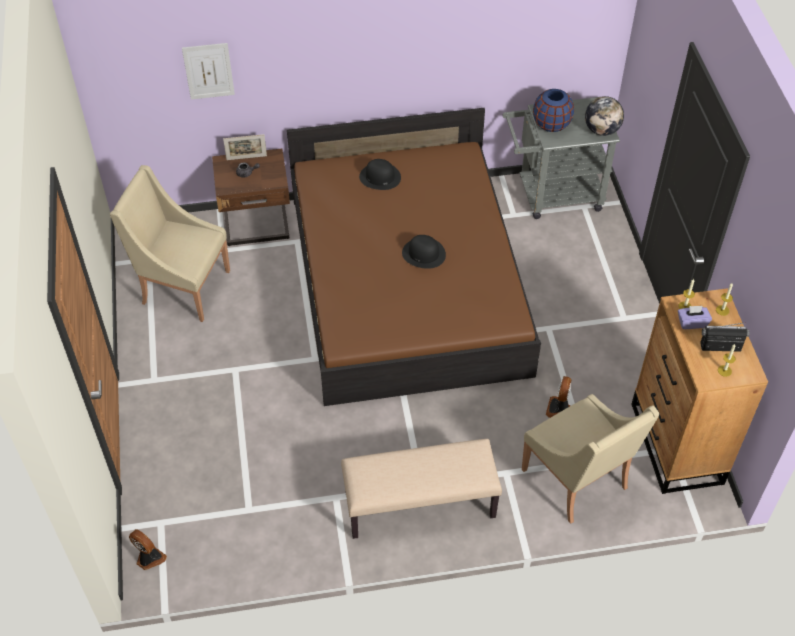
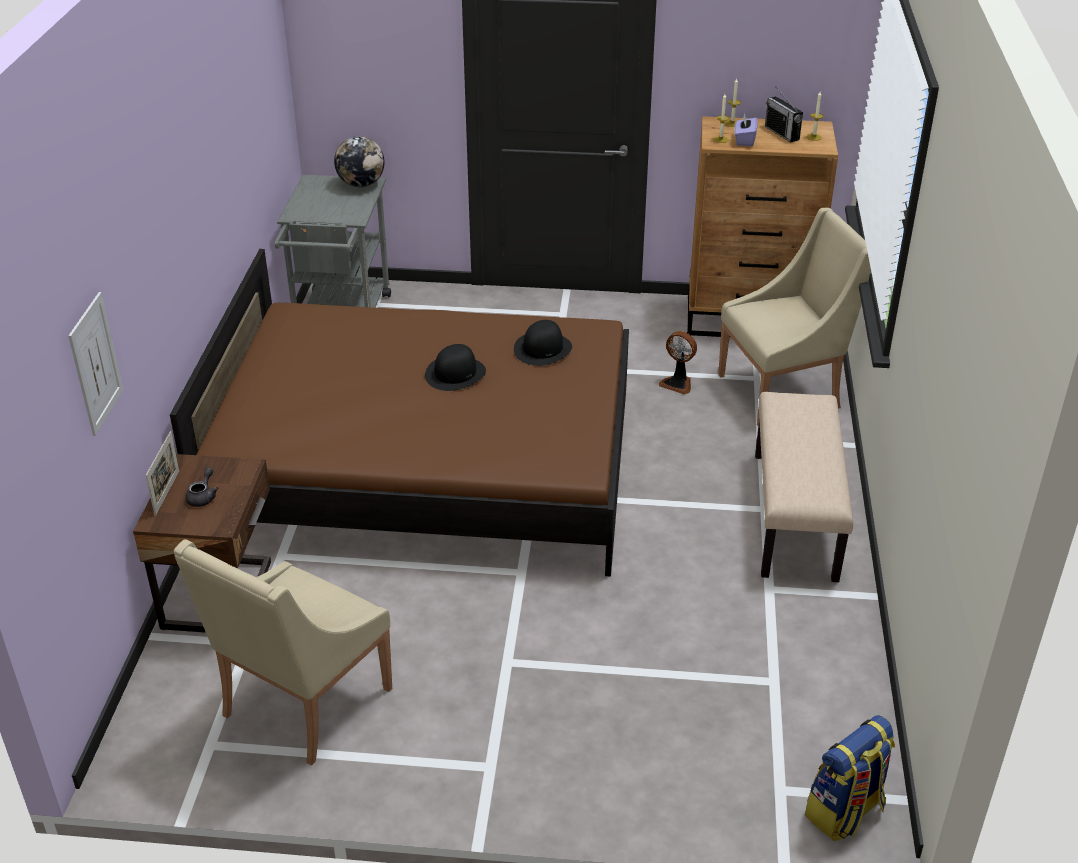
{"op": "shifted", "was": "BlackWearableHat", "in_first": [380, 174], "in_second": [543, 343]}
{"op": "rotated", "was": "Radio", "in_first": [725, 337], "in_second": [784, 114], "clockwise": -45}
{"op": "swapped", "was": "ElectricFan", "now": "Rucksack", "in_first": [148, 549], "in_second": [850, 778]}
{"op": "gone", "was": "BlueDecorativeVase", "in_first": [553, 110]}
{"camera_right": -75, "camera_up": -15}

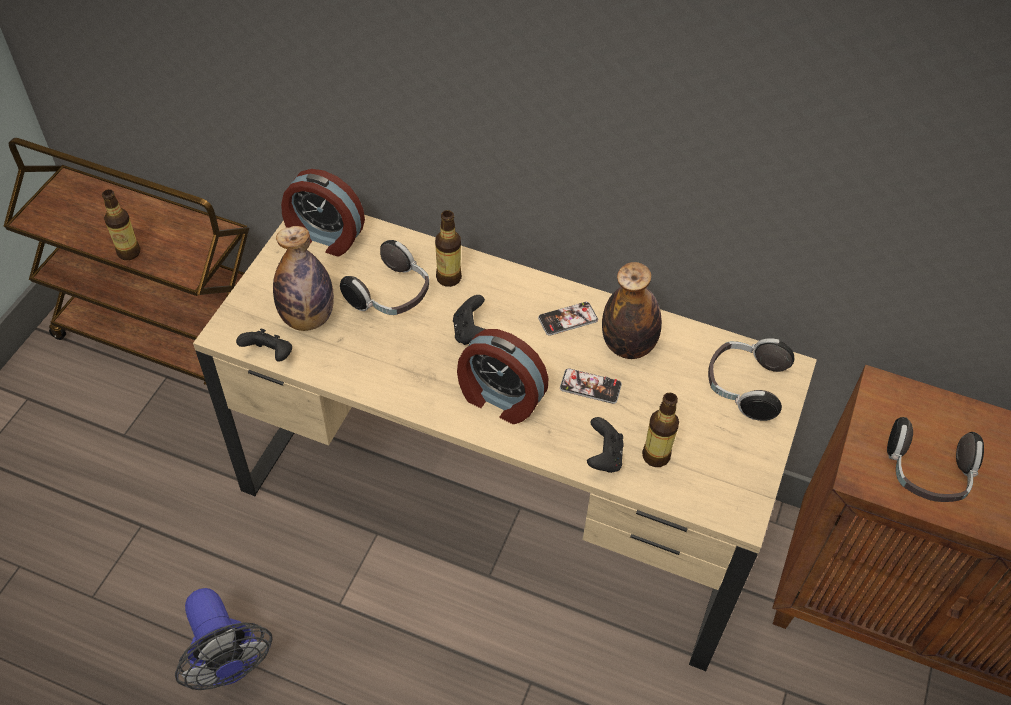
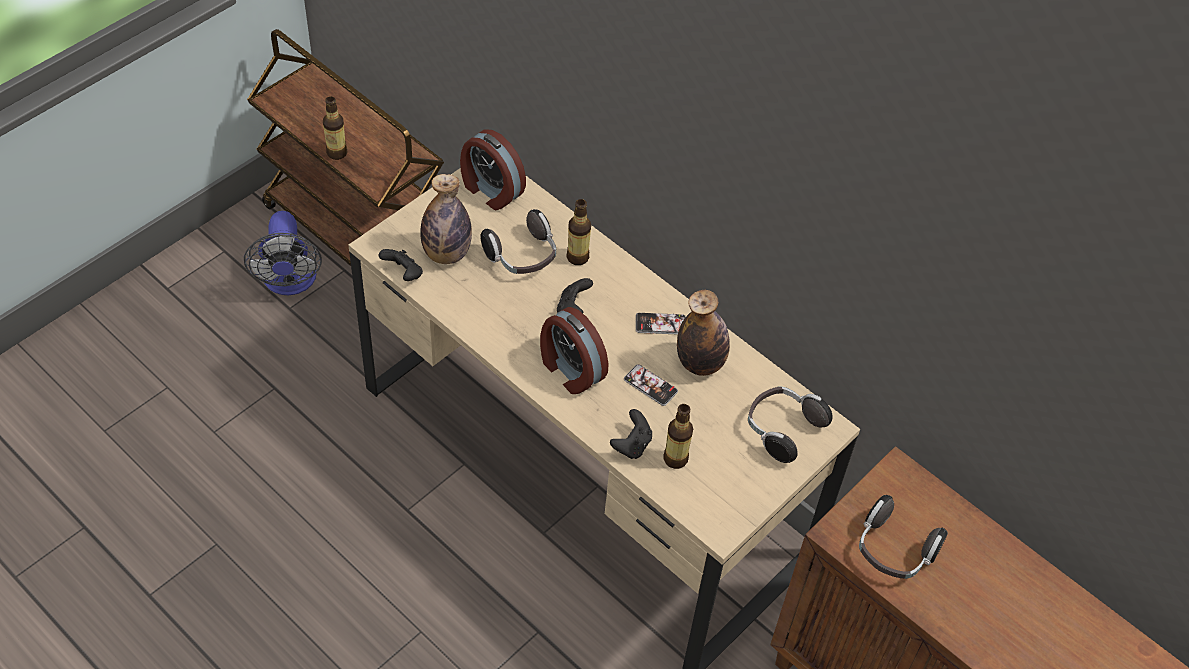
{"op": "shifted", "was": "ElectricFan", "in_first": [224, 639], "in_second": [283, 253]}
{"camera_right": 20, "camera_up": 0}

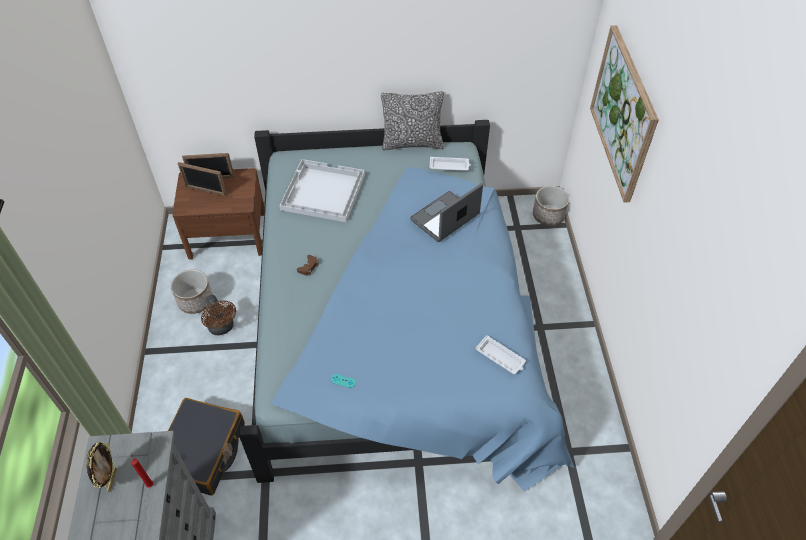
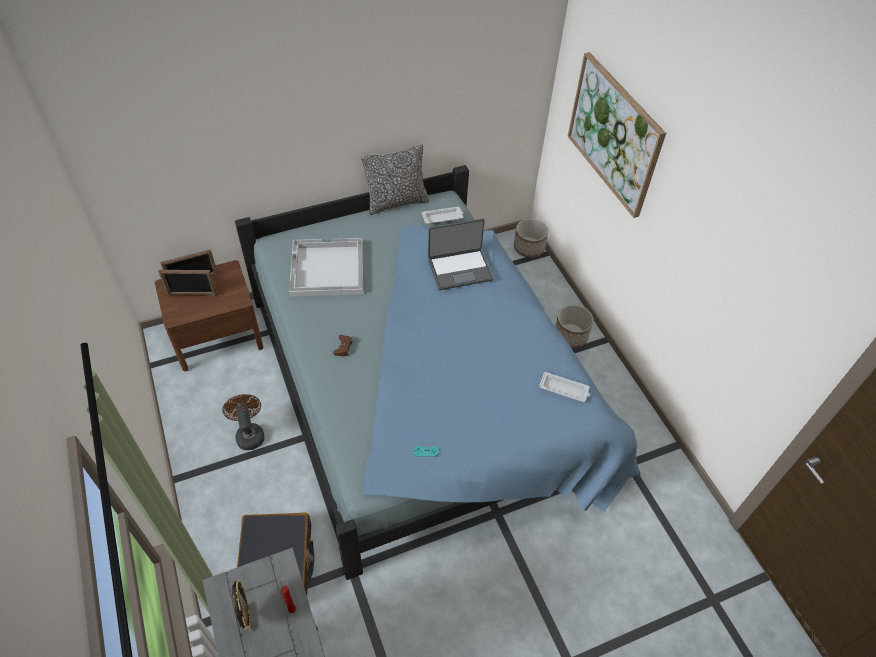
{"op": "rotated", "was": "BrownishElectricFan", "in_first": [218, 315], "in_second": [243, 422], "clockwise": -150}
{"op": "rotated", "was": "PortableComputer", "in_first": [446, 212], "in_second": [460, 254], "clockwise": -135}
{"op": "shifted", "was": "PlantPot", "in_first": [192, 291], "in_second": [574, 326]}
{"camera_right": -20, "camera_up": 0}

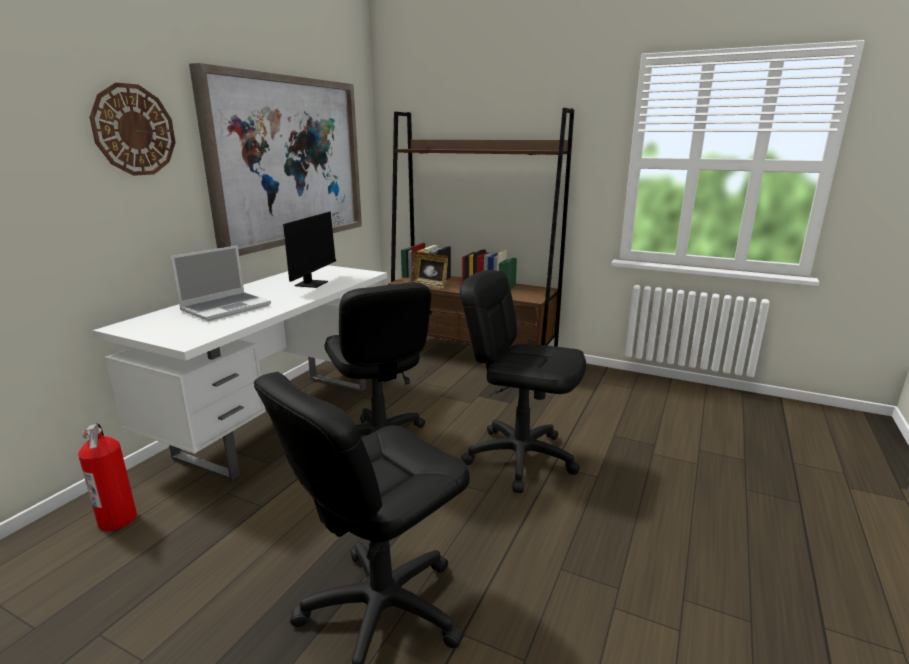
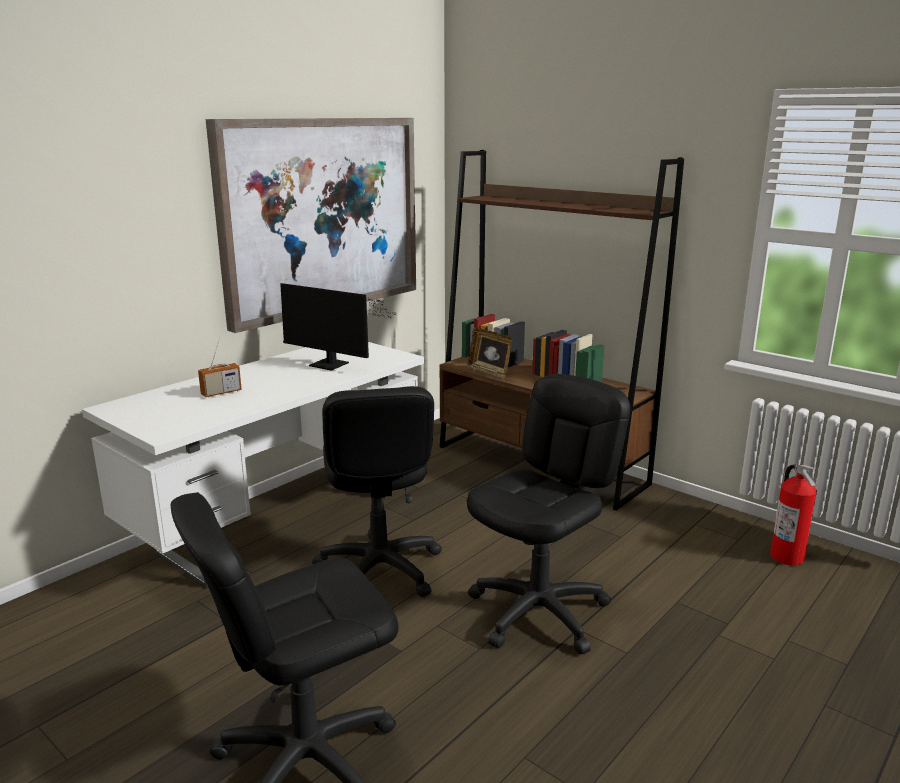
{"op": "swapped", "was": "PortableComputer", "now": "Radio", "in_first": [221, 283], "in_second": [220, 367]}
{"op": "rotated", "was": "ComputerDisplay", "in_first": [313, 249], "in_second": [338, 327], "clockwise": 90}
{"op": "rotated", "was": "BlackDeskChair", "in_first": [523, 381], "in_second": [549, 514], "clockwise": 90}
{"op": "shifted", "was": "Extinguisher", "in_first": [107, 477], "in_second": [793, 515]}
{"op": "gone", "was": "ClockOnTheWall", "in_first": [132, 129]}
{"camera_right": 15, "camera_up": 0}

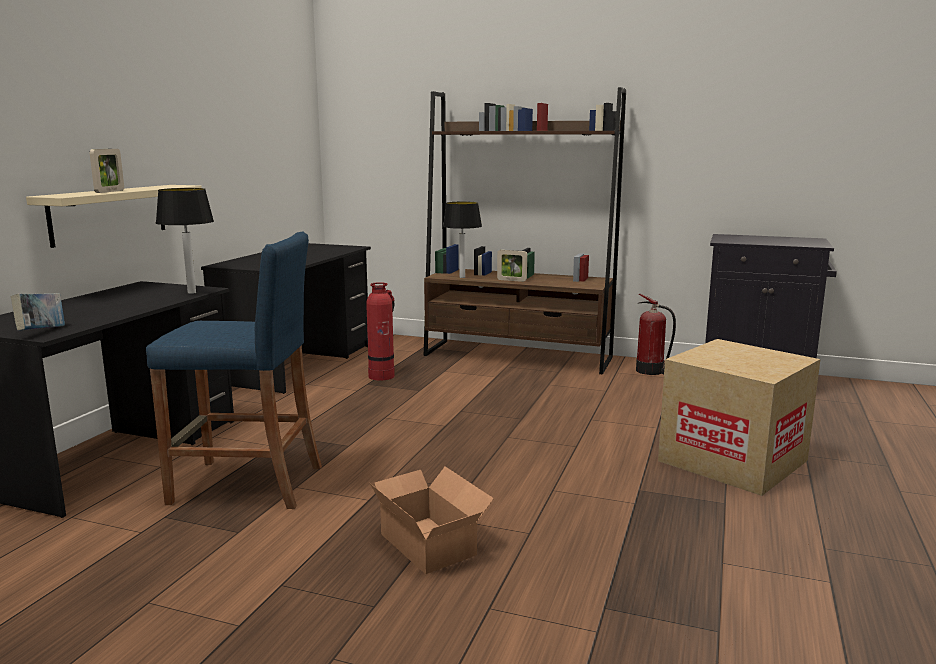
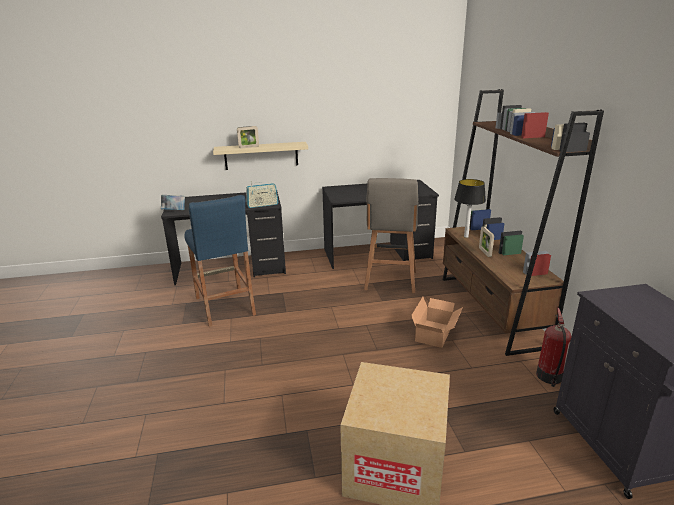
{"op": "swapped", "was": "TableLamp", "now": "Radio", "in_first": [185, 241], "in_second": [262, 194]}
{"op": "swapped", "was": "Extinguisher", "now": "GrayStool", "in_first": [380, 331], "in_second": [391, 235]}
{"op": "shifted", "was": "Carton", "in_first": [432, 520], "in_second": [437, 322]}
{"camera_right": 60, "camera_up": 10}

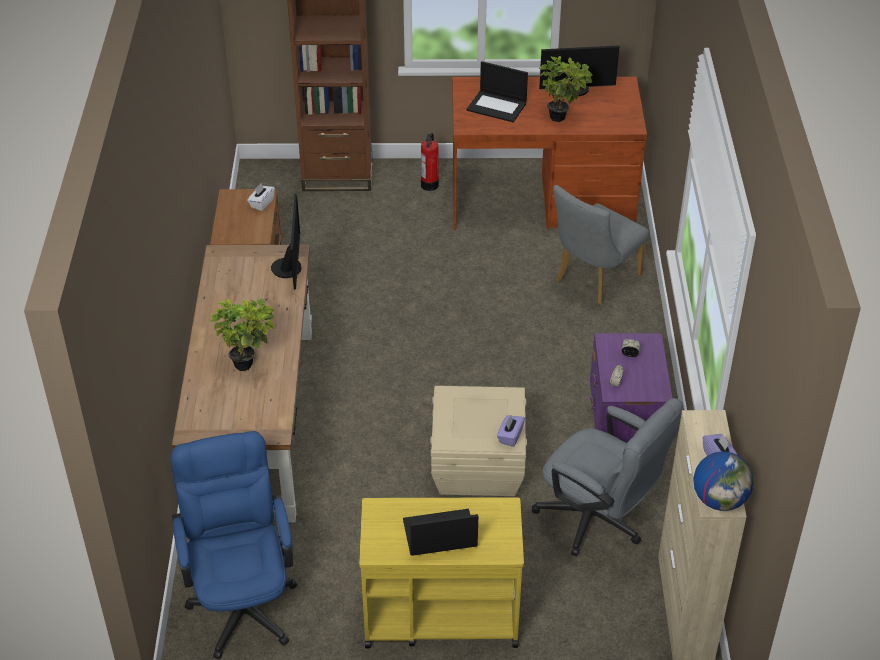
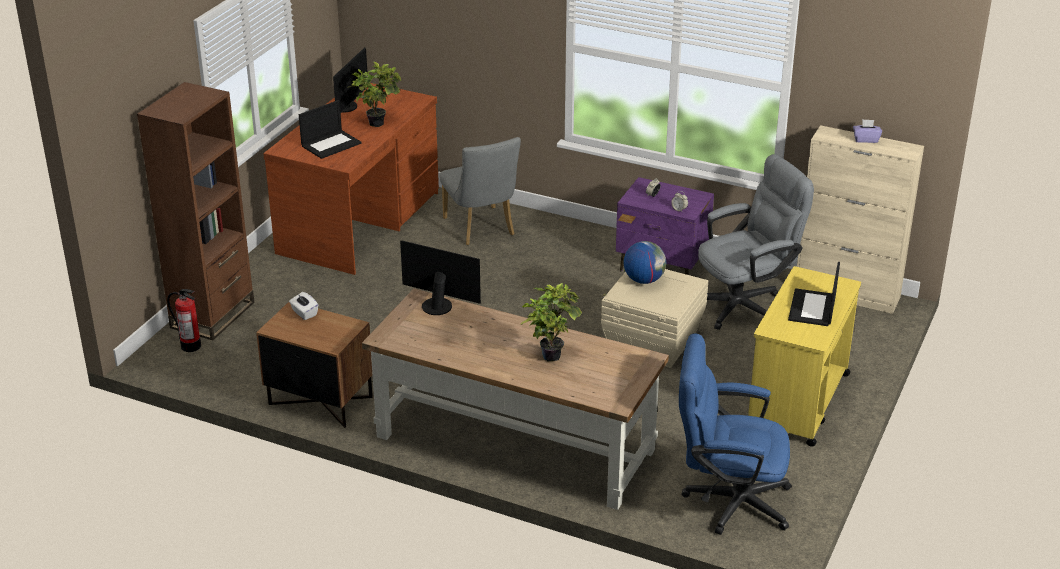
{"op": "shifted", "was": "Extinguisher", "in_first": [430, 162], "in_second": [184, 320]}
{"op": "shifted", "was": "WorldGlobe", "in_first": [723, 481], "in_second": [645, 262]}
{"op": "gone", "was": "PurpleTissueBox", "in_first": [511, 431]}
{"camera_right": -65, "camera_up": -10}

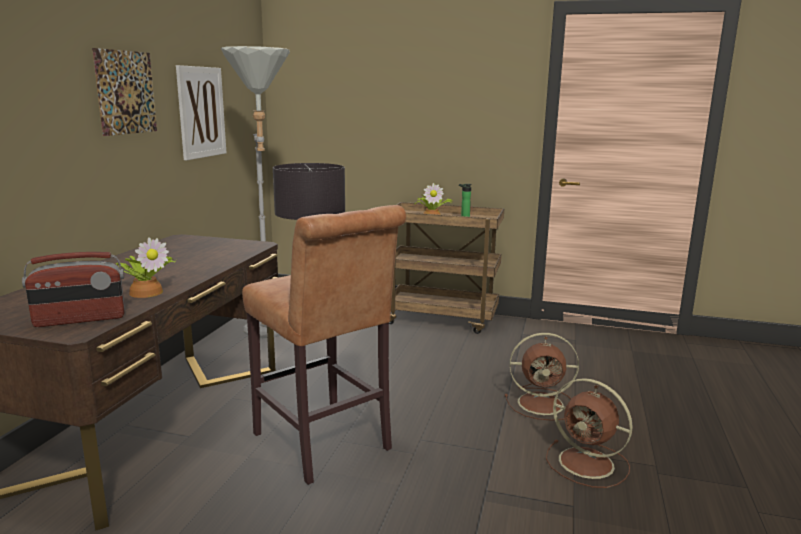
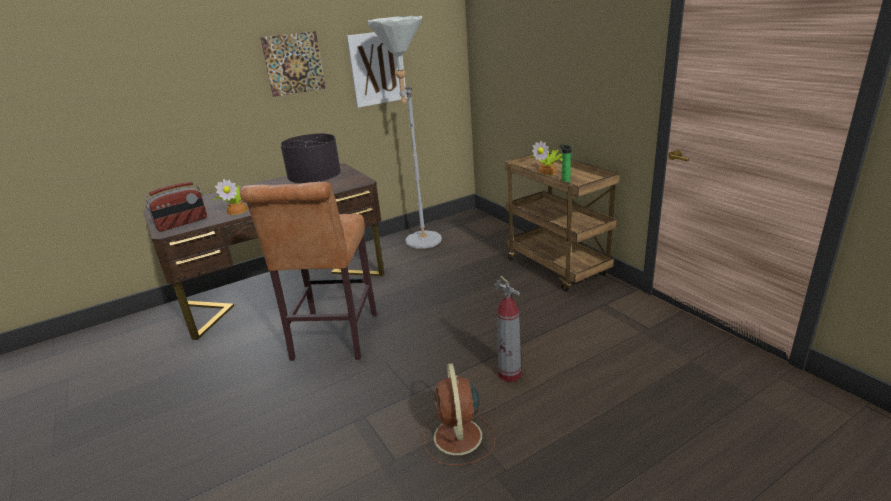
{"op": "rotated", "was": "Radio", "in_first": [73, 289], "in_second": [176, 206], "clockwise": -60}
{"op": "swapped", "was": "BrownishElectricFan", "now": "Extinguisher", "in_first": [542, 377], "in_second": [507, 329]}
{"camera_right": 45, "camera_up": 10}

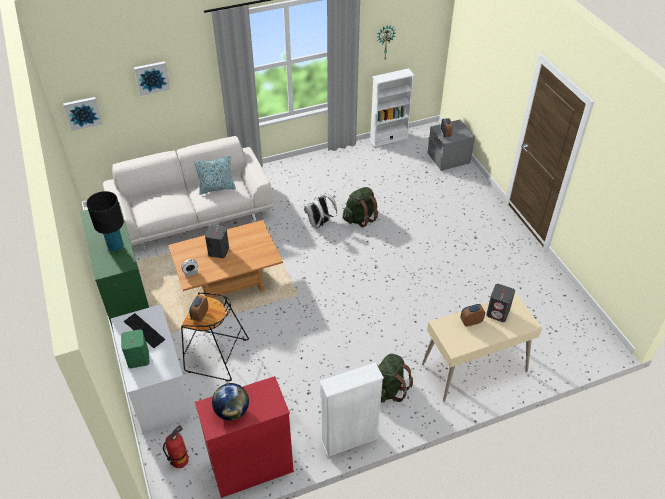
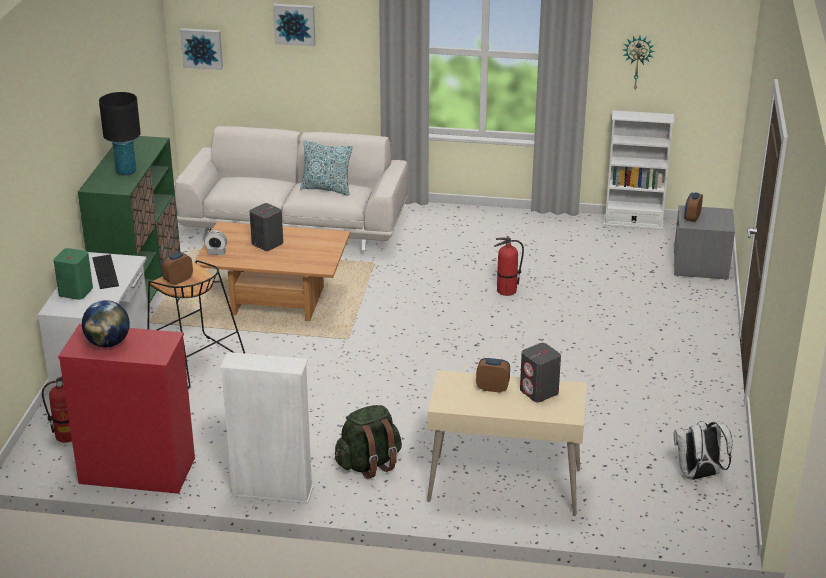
{"op": "swapped", "was": "GreenRucksack", "now": "Extinguisher", "in_first": [360, 207], "in_second": [509, 266]}
{"op": "shifted", "was": "WhiteColouredRucksack", "in_first": [320, 210], "in_second": [703, 450]}
{"camera_right": 30, "camera_up": -15}

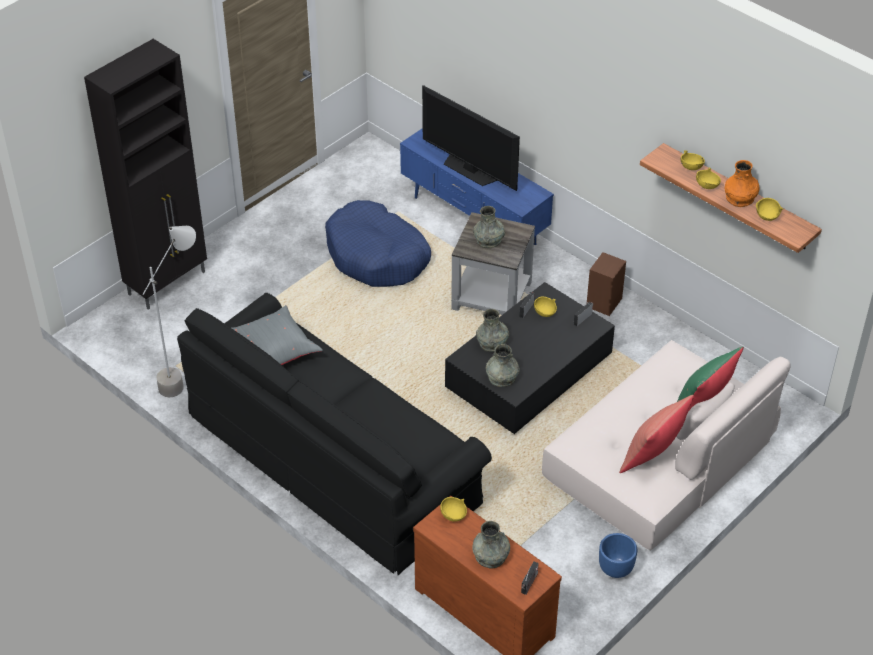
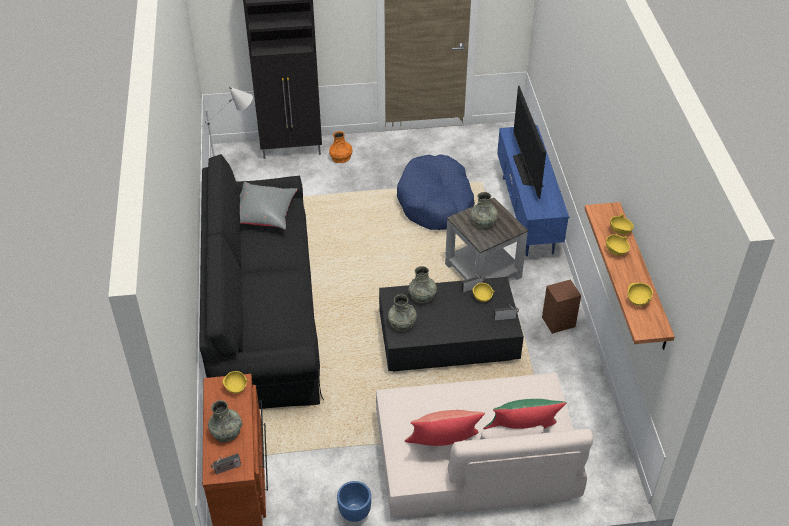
{"op": "shifted", "was": "OrangeyDecorativeVase", "in_first": [742, 183], "in_second": [340, 147]}
{"camera_right": 40, "camera_up": 0}

